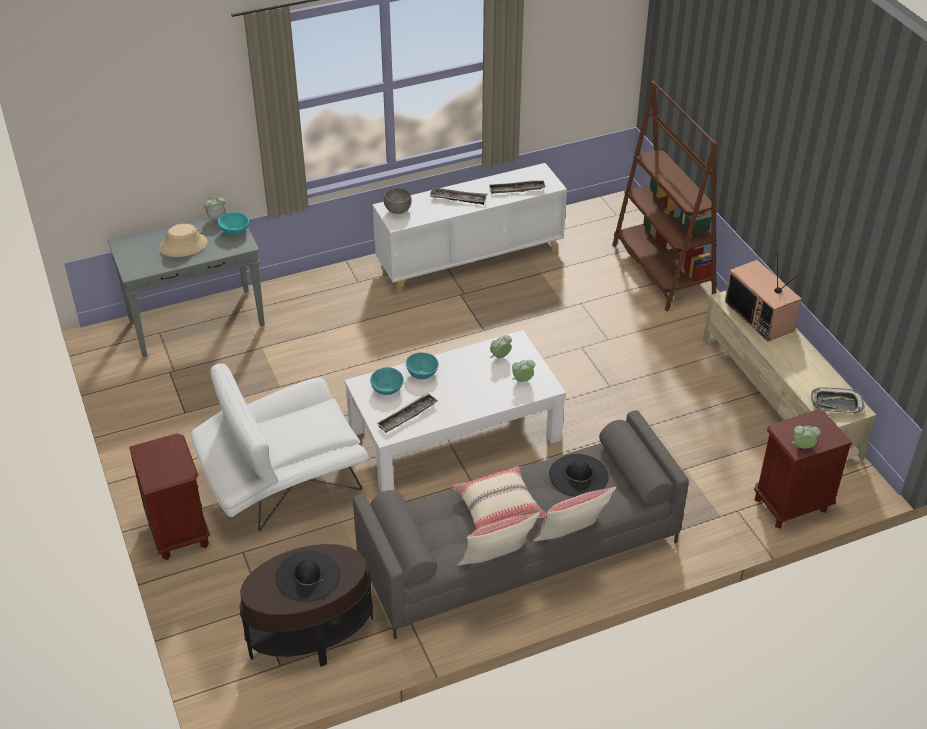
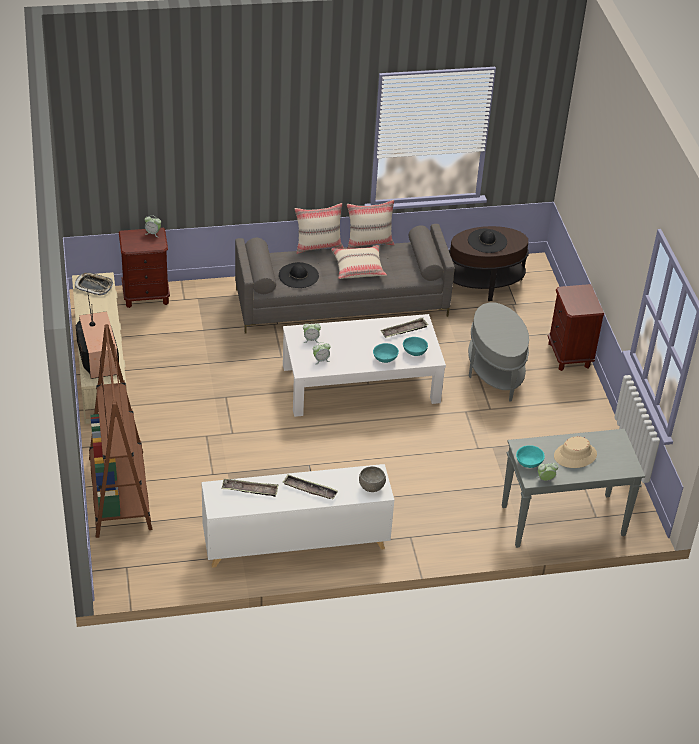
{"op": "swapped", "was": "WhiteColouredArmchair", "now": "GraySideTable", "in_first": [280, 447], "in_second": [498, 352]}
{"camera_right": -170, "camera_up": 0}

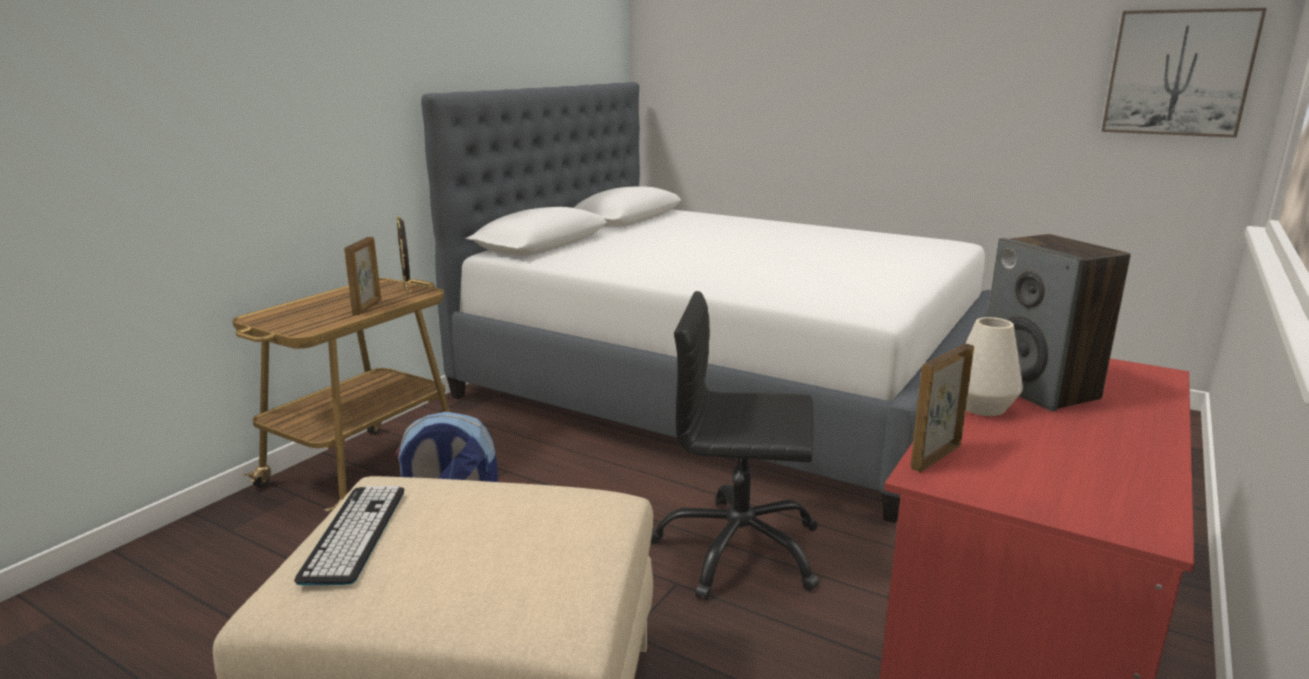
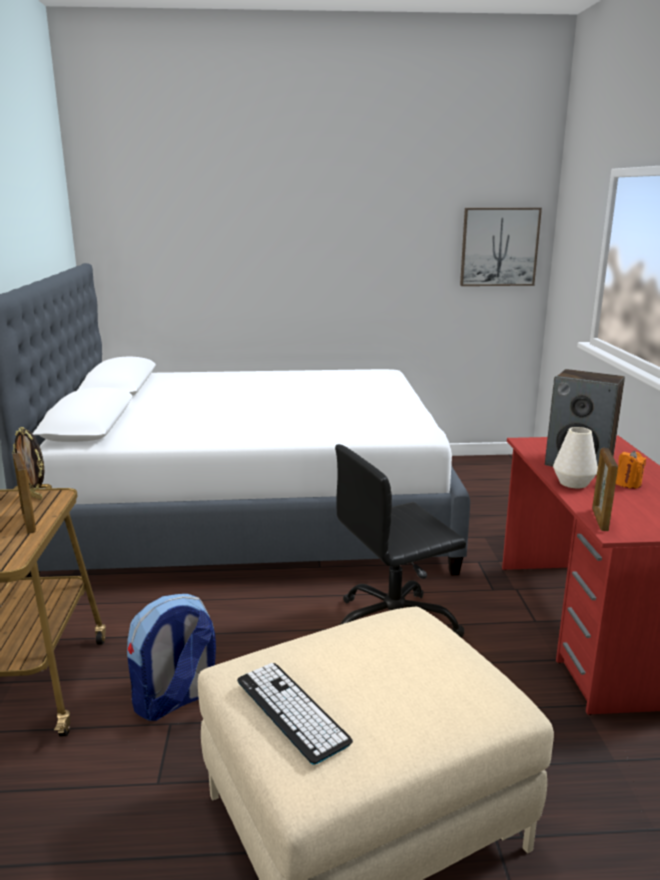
{"op": "new", "now": "OrangeyWaxCandle", "in_second": [631, 469]}
{"camera_right": -35, "camera_up": 0}

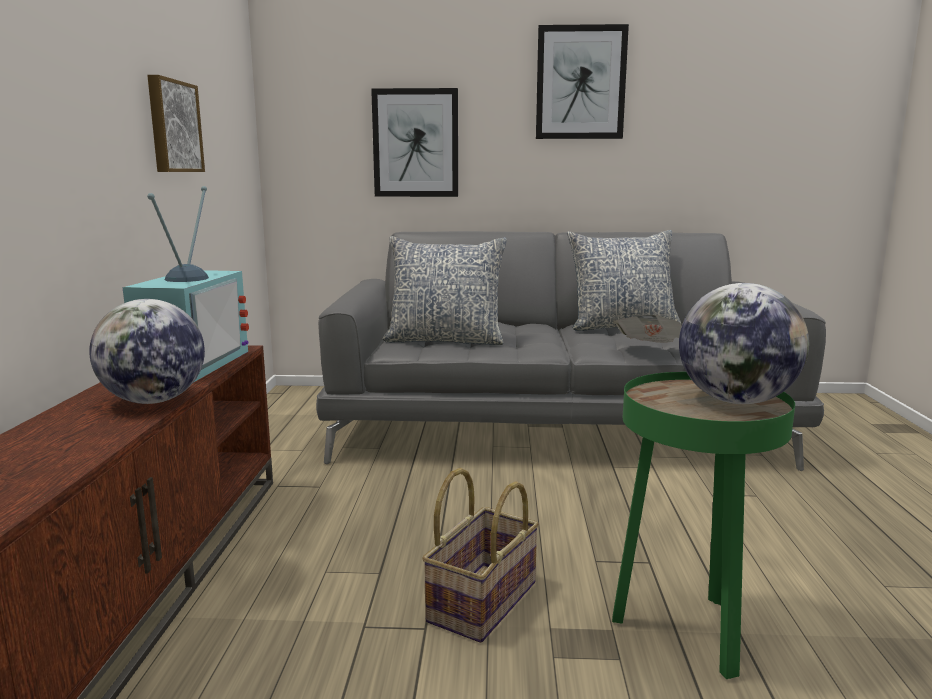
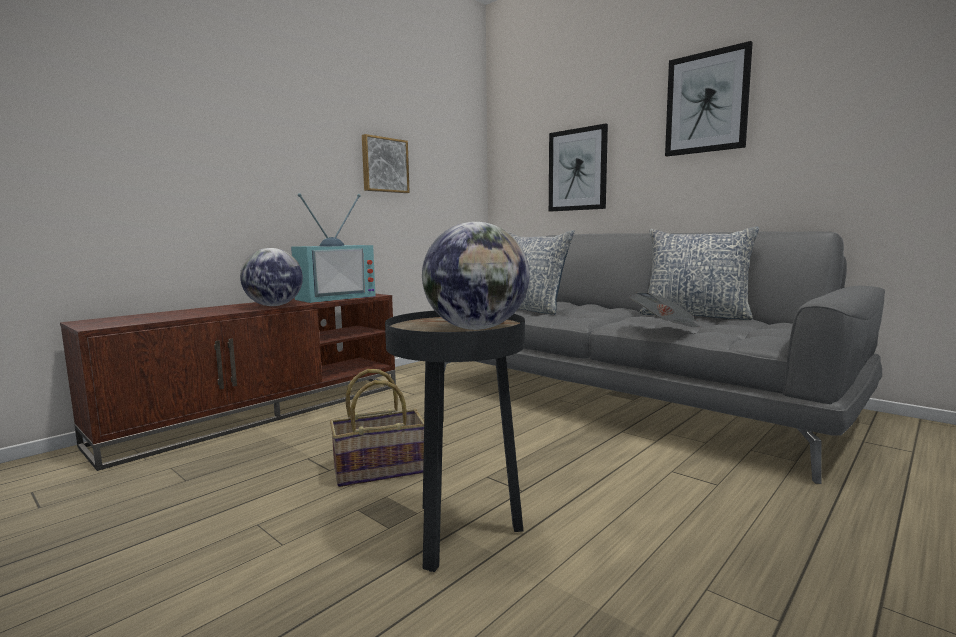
{"op": "repainted", "was": "GreenSideTable", "now": "BlackSideTable", "in_first": [703, 525], "in_second": [455, 441]}
{"camera_right": 40, "camera_up": -5}

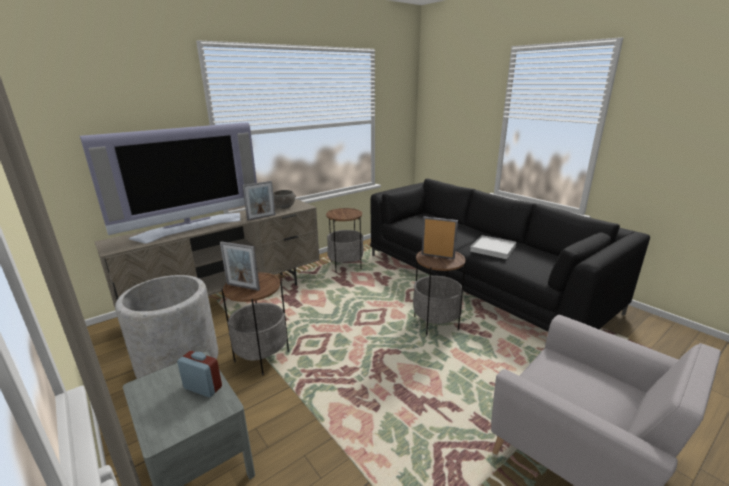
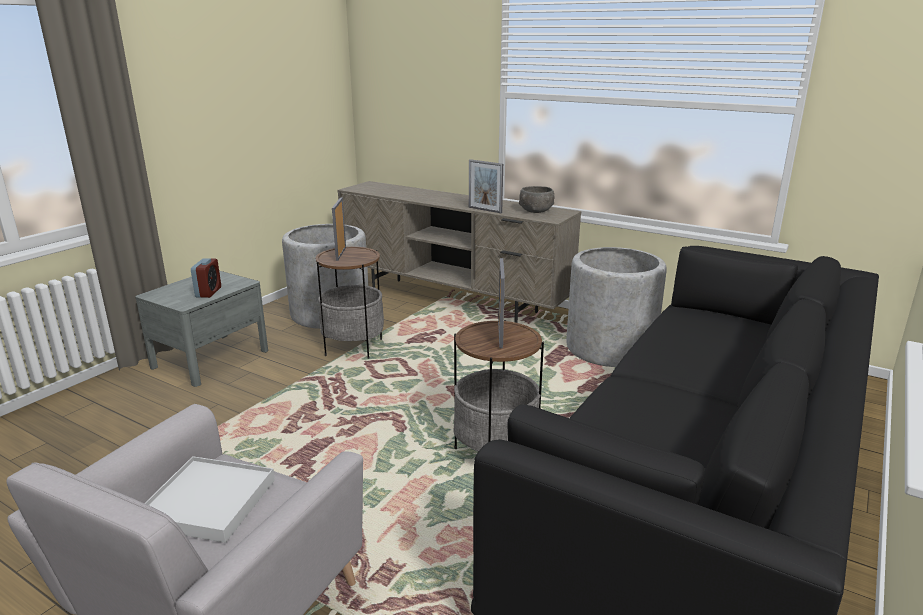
{"op": "shifted", "was": "WhiteColouredServingTray", "in_first": [493, 247], "in_second": [209, 499]}
{"op": "swapped", "was": "SideTable", "now": "GrayPlantPot", "in_first": [345, 240], "in_second": [616, 307]}
{"op": "gone", "was": "TvSet", "in_first": [168, 183]}
{"camera_right": 70, "camera_up": 0}

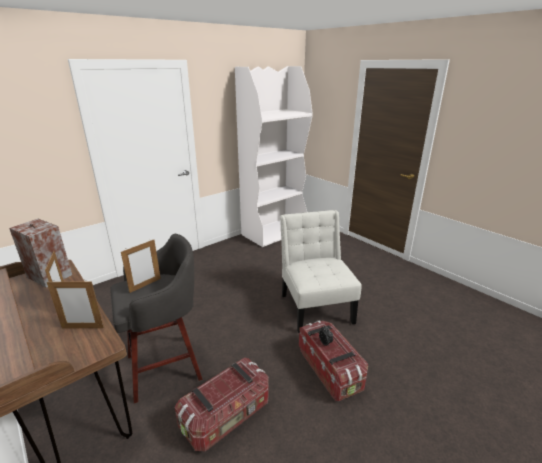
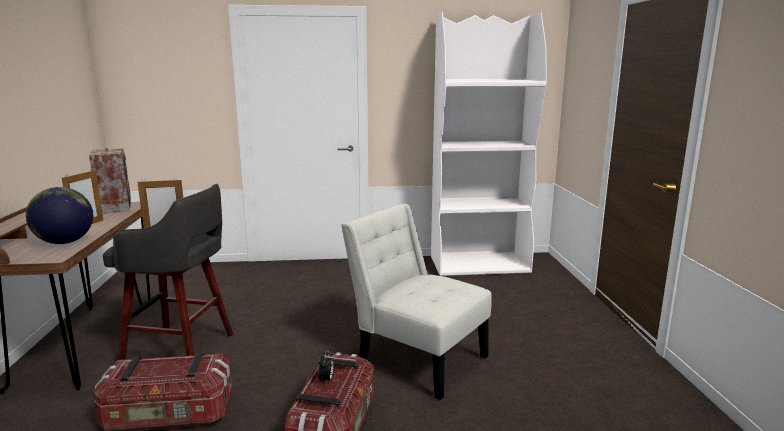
{"op": "swapped", "was": "PictureFrame", "now": "WorldGlobe", "in_first": [75, 305], "in_second": [60, 215]}
{"op": "rotated", "was": "WhiteColouredPlainChair", "in_first": [321, 271], "in_second": [416, 302], "clockwise": -75}
{"camera_right": 35, "camera_up": -10}

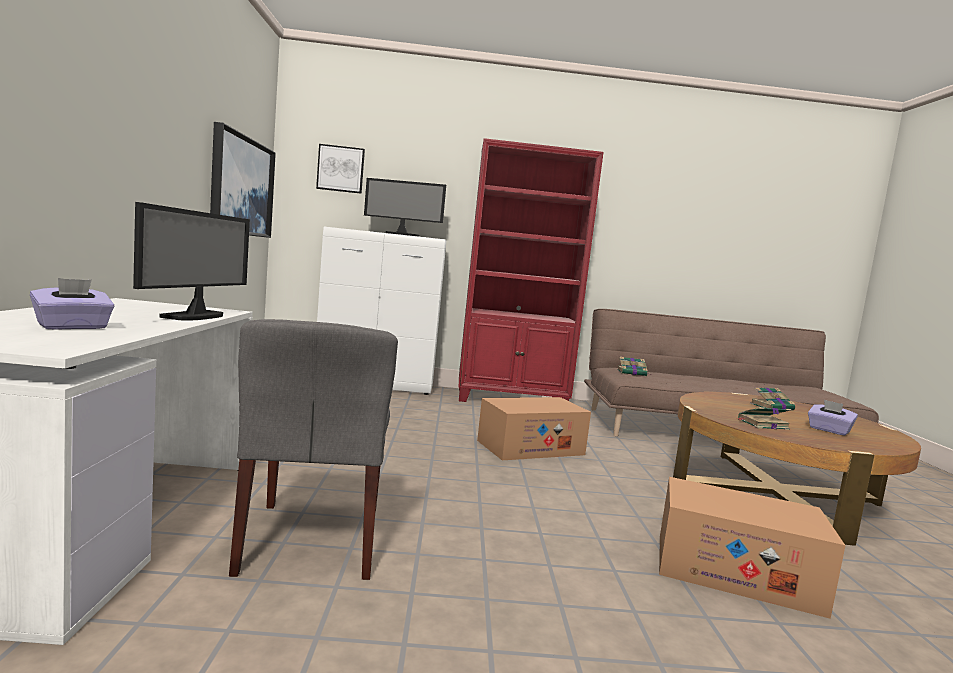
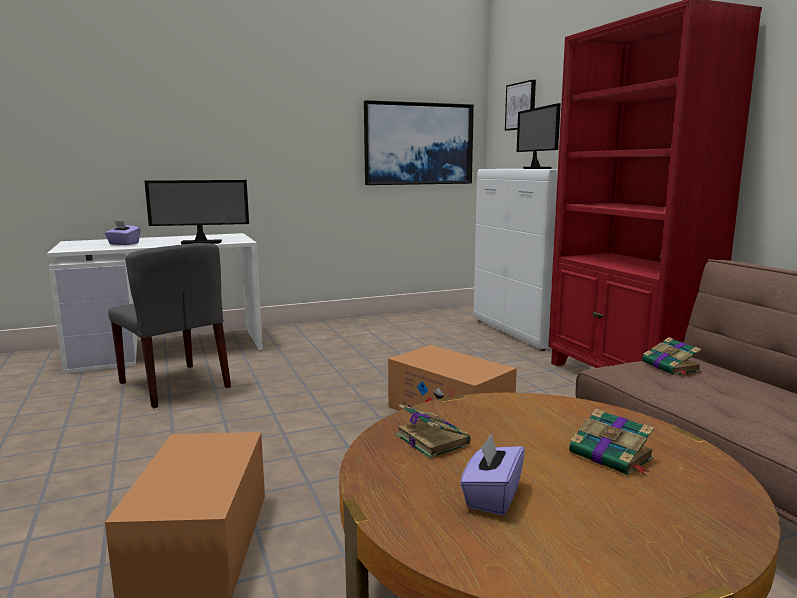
{"op": "rotated", "was": "GrayPlainChair", "in_first": [313, 449], "in_second": [169, 325], "clockwise": -105}
{"camera_right": 70, "camera_up": 5}

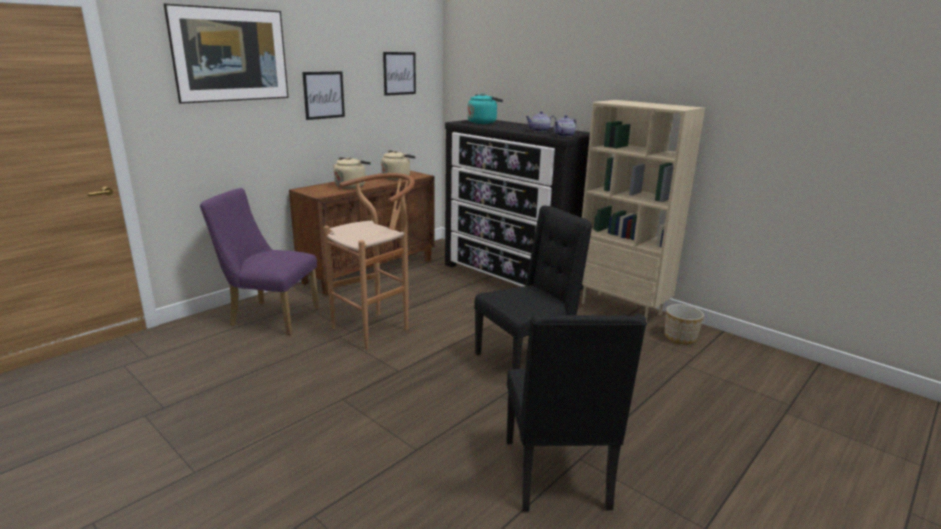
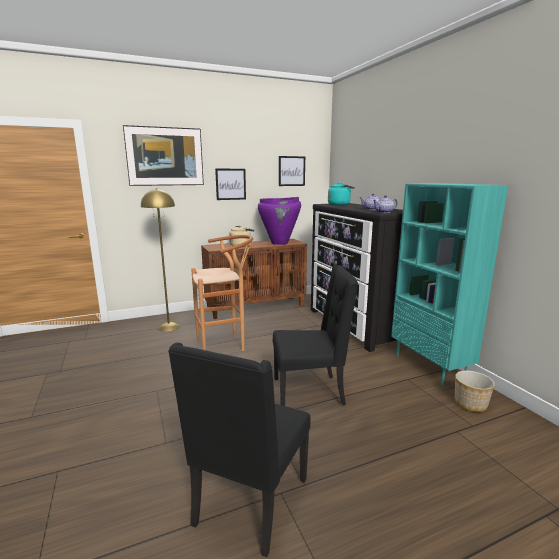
{"op": "swapped", "was": "PurplePlainChair", "now": "YellowColouredStandingLamp", "in_first": [259, 261], "in_second": [160, 260]}
{"op": "swapped", "was": "SandColouredWaterKettle", "now": "PurpleDecorativeVase", "in_first": [398, 165], "in_second": [279, 221]}
{"op": "repainted", "was": "SandColouredShelvingUnit", "now": "TurquoiseShelvingUnit", "in_first": [643, 211], "in_second": [449, 284]}
{"camera_right": 25, "camera_up": -5}

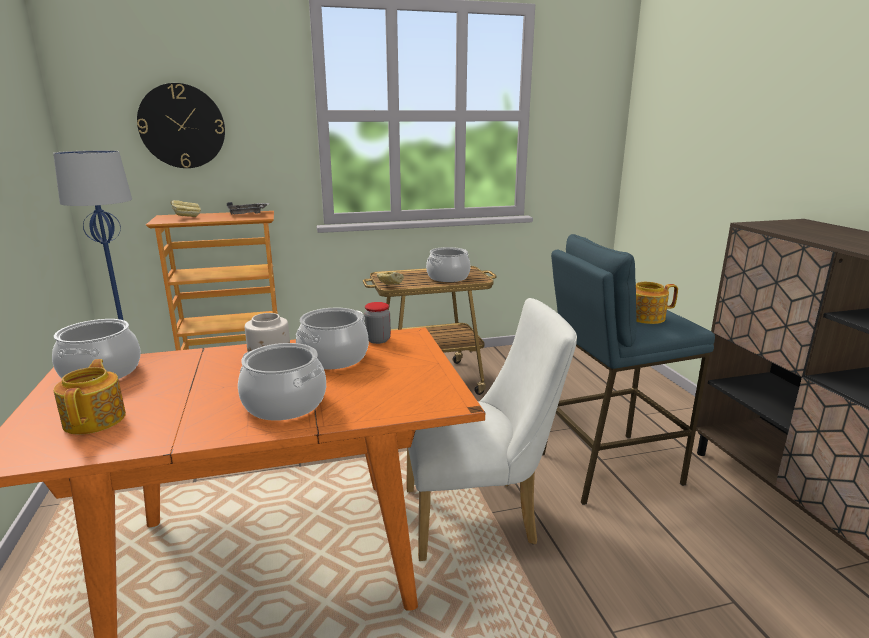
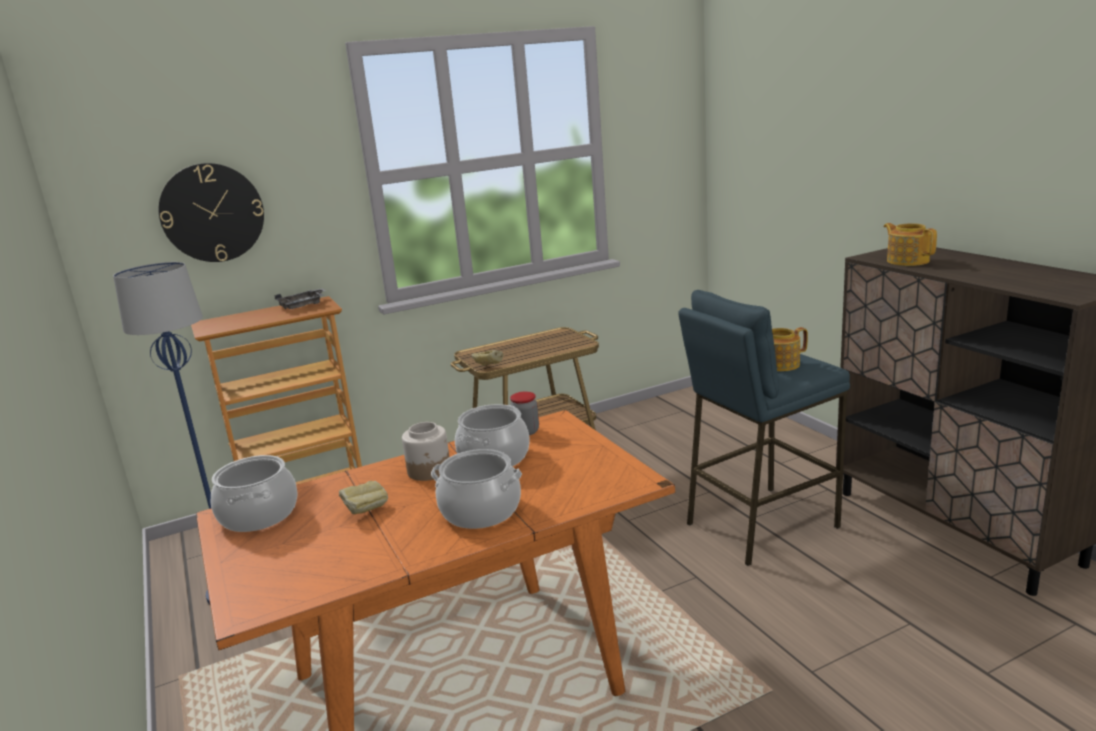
{"op": "shifted", "was": "Bread", "in_first": [185, 208], "in_second": [363, 497]}
{"op": "shifted", "was": "Teapot", "in_first": [90, 397], "in_second": [910, 244]}
{"op": "gone", "was": "WhiteColouredPlainChair", "in_first": [491, 429]}
{"op": "gone", "was": "Stockpot", "in_first": [448, 264]}
{"camera_right": -10, "camera_up": 0}

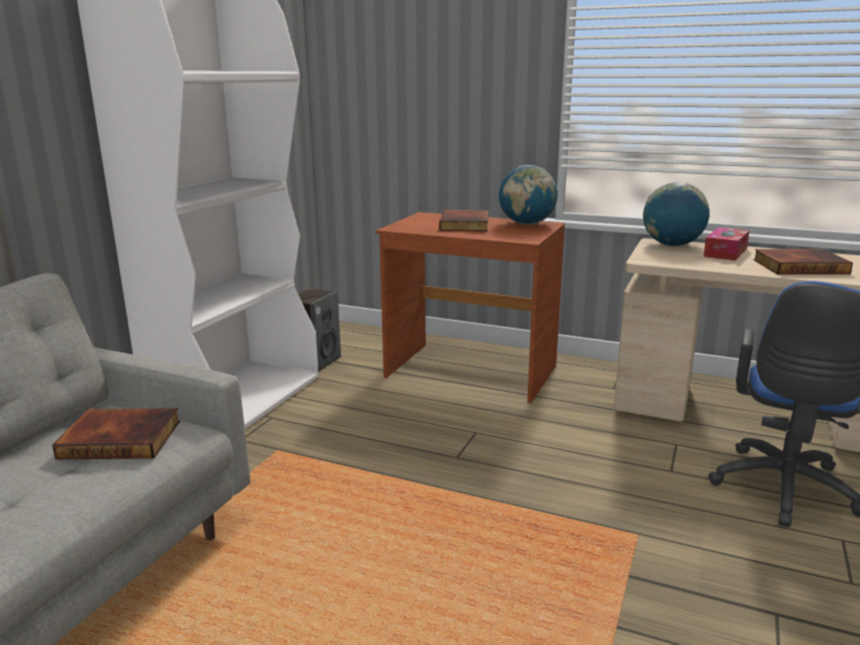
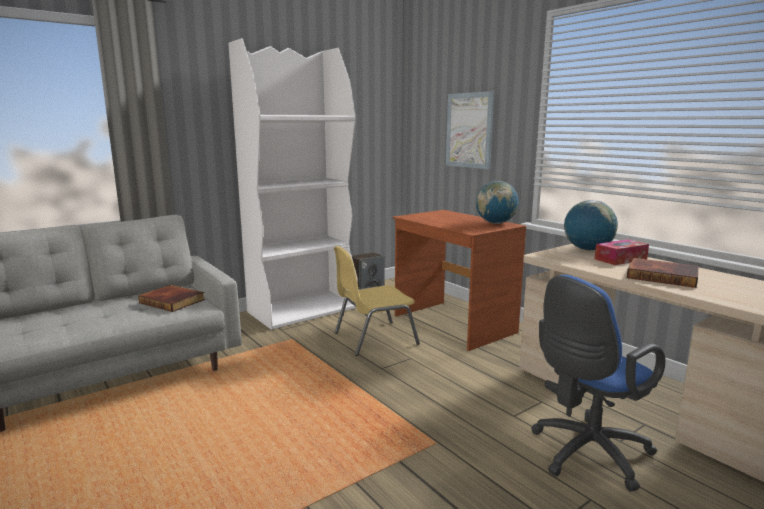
{"op": "new", "now": "YellowColouredPlainChair", "in_second": [377, 301]}
{"op": "new", "now": "WallPicture", "in_second": [470, 130]}
{"op": "gone", "was": "BoundBook", "in_first": [464, 220]}
{"camera_right": 30, "camera_up": -5}

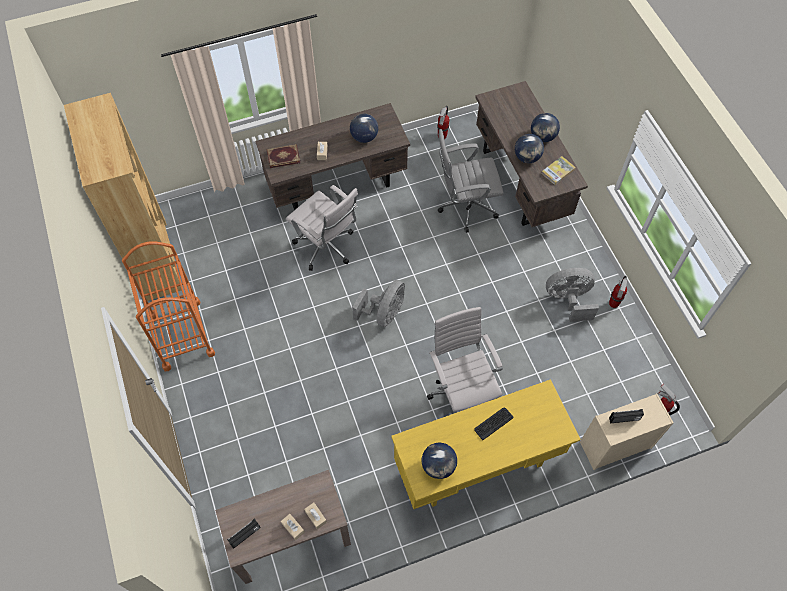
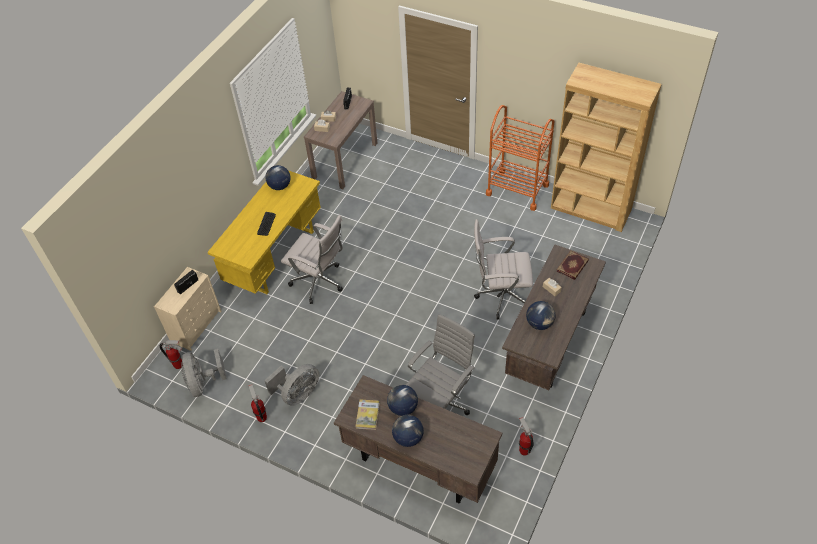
{"op": "shifted", "was": "GrayElectricFan", "in_first": [378, 303], "in_second": [204, 373]}
{"camera_right": 140, "camera_up": -10}

